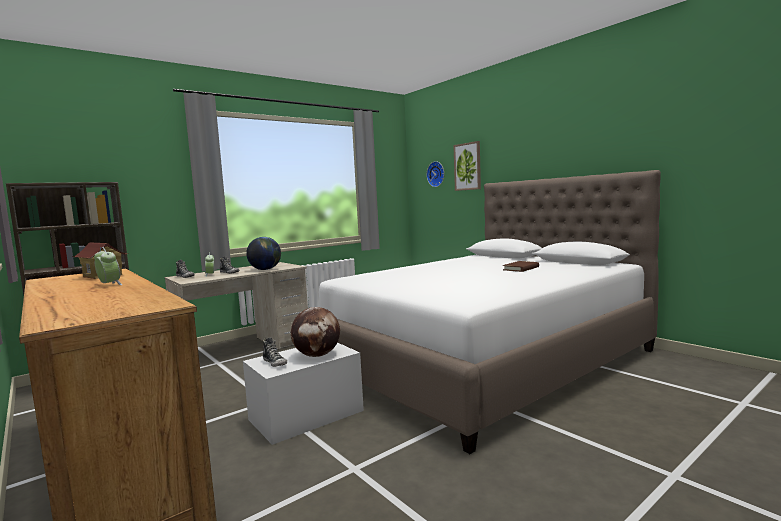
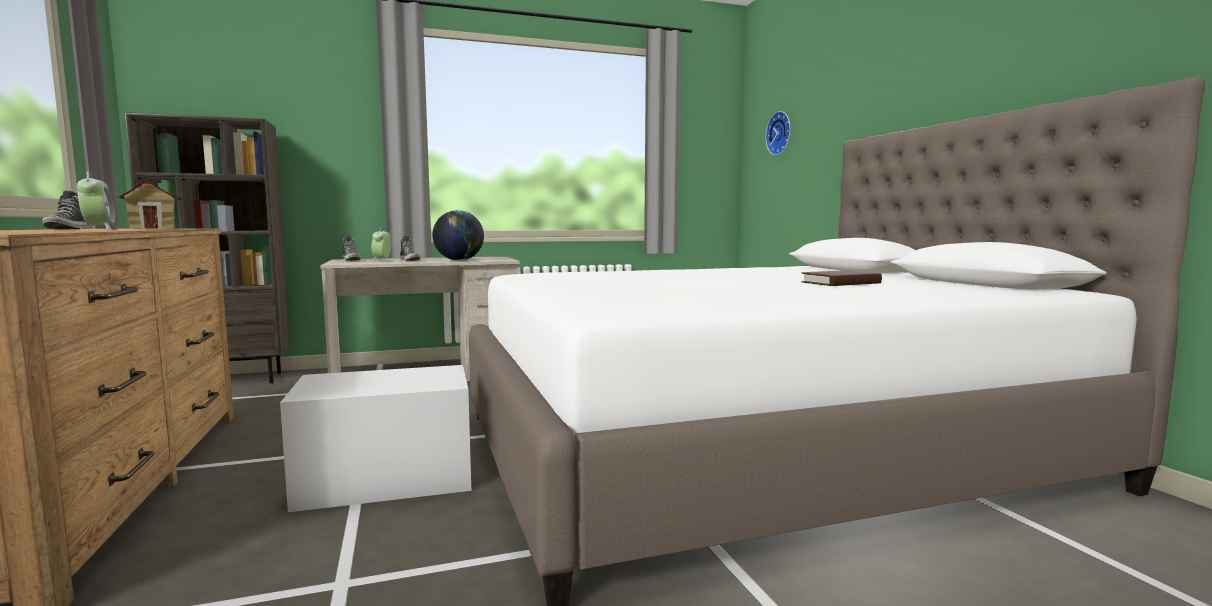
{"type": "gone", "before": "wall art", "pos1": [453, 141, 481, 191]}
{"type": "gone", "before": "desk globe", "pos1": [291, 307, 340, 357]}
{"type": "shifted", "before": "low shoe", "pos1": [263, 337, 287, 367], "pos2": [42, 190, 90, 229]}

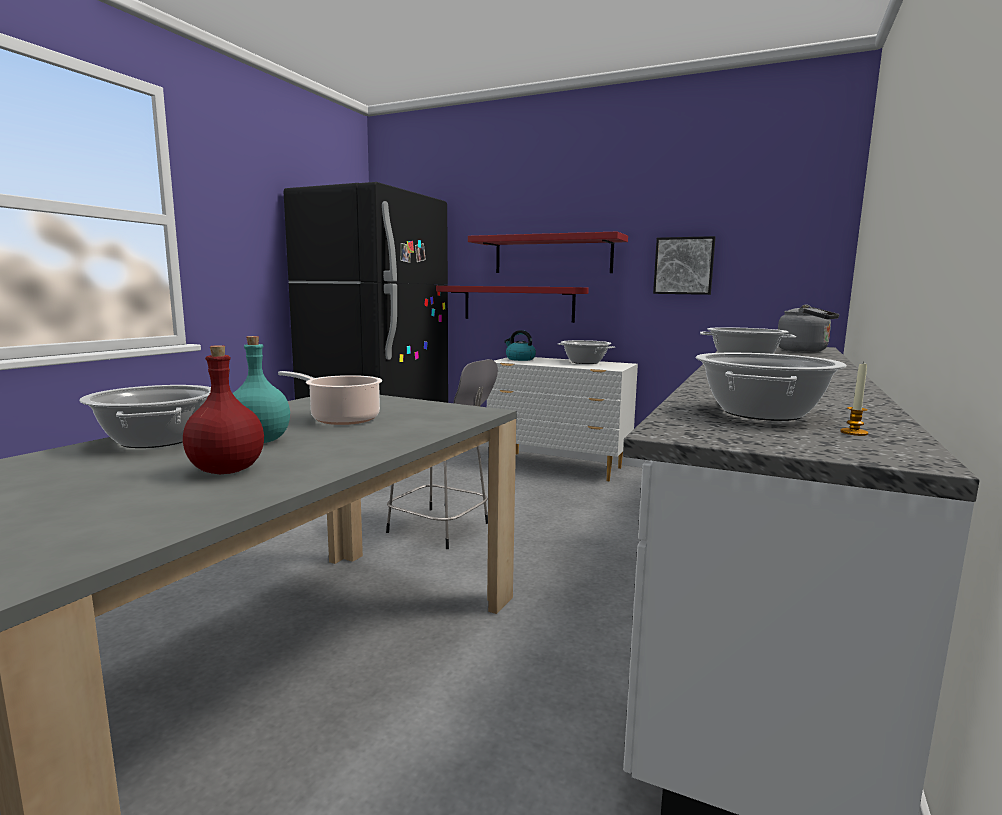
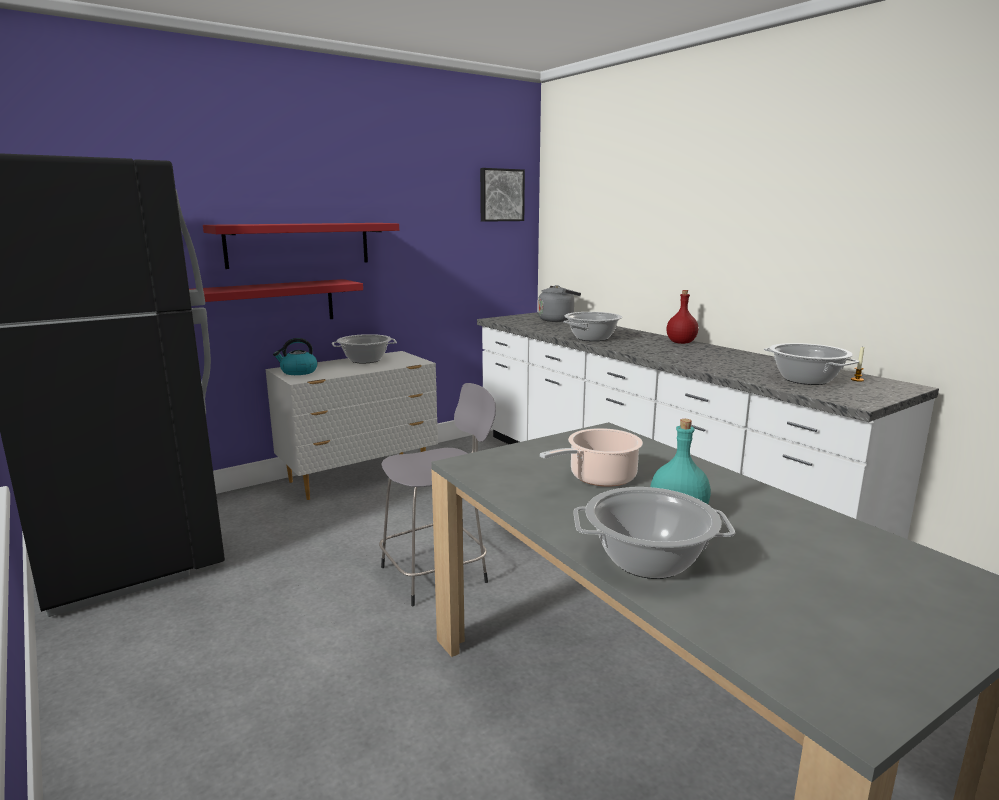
{"type": "shifted", "before": "wall art", "pos1": [653, 236, 716, 295], "pos2": [480, 168, 525, 222]}
{"type": "shifted", "before": "reddish bottle", "pos1": [183, 345, 264, 474], "pos2": [667, 290, 698, 344]}

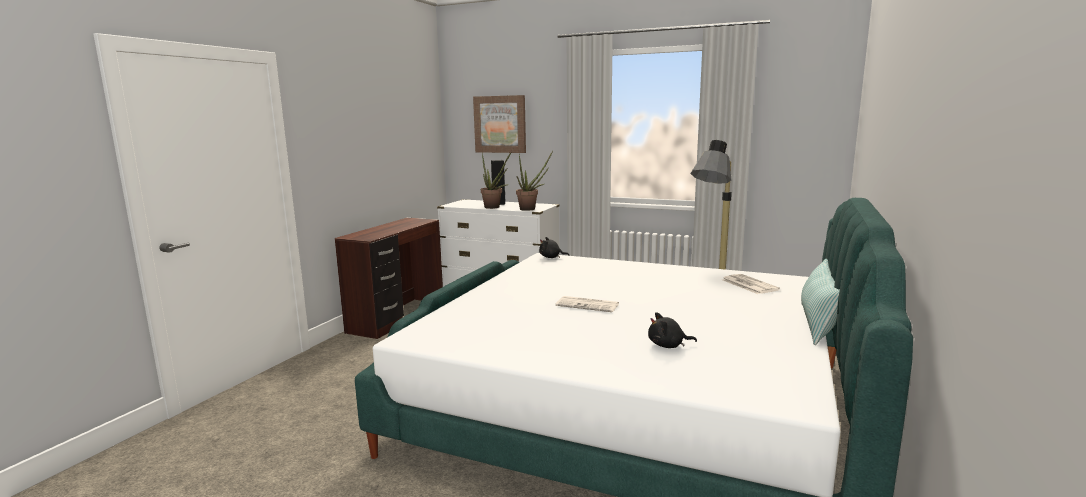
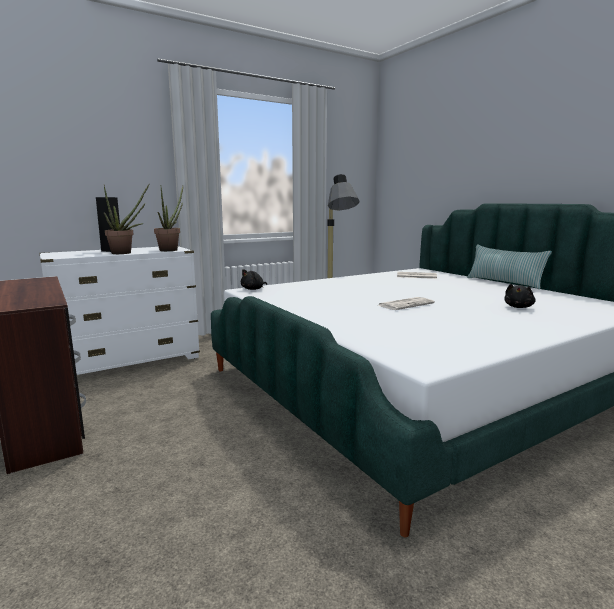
{"type": "gone", "before": "wall art", "pos1": [473, 95, 526, 153]}

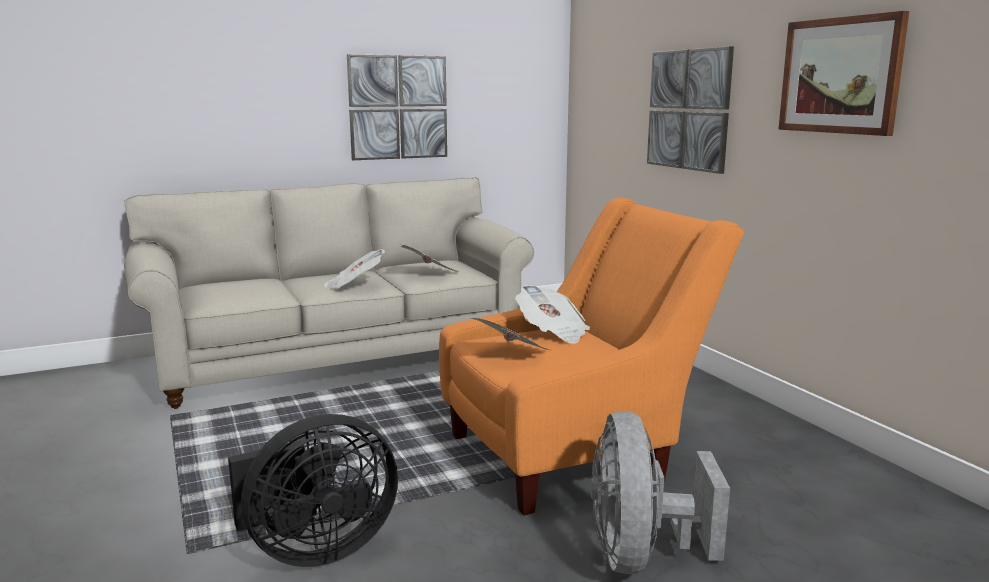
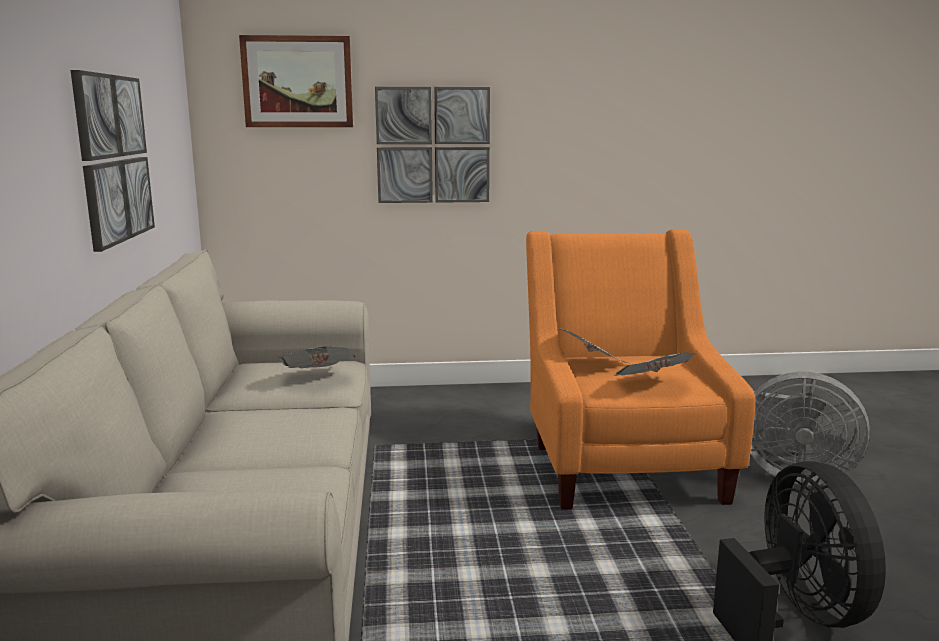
{"type": "shifted", "before": "wall art", "pos1": [778, 11, 909, 136], "pos2": [239, 35, 353, 127]}
{"type": "gone", "before": "daily paper", "pos1": [323, 249, 385, 289]}

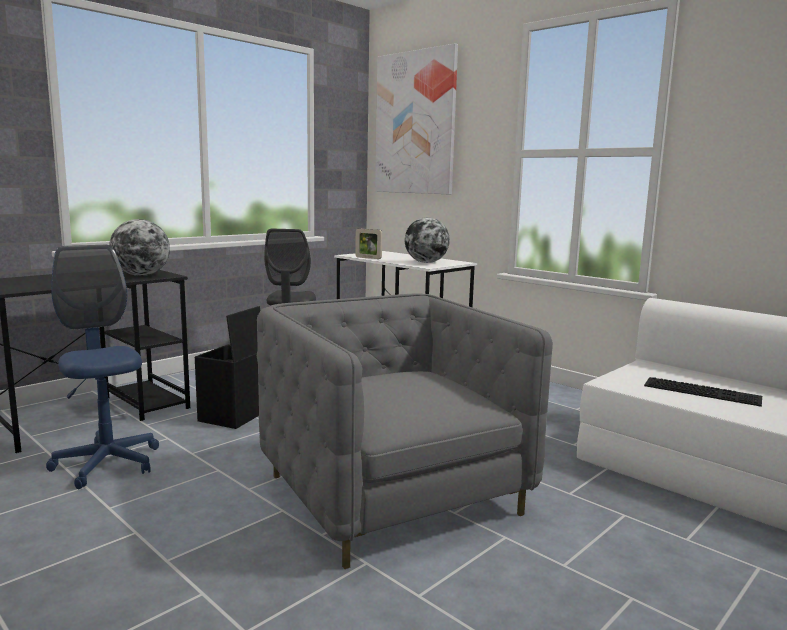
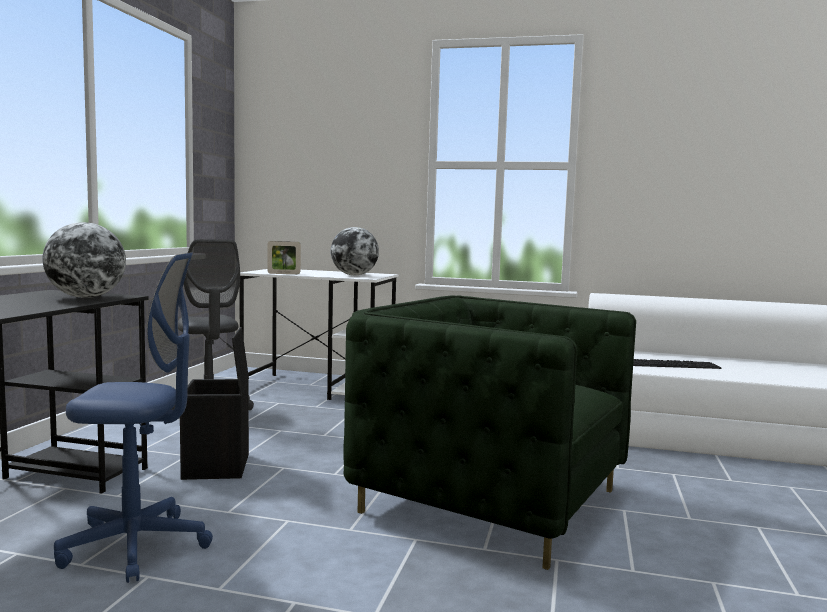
{"type": "gone", "before": "wall art", "pos1": [375, 43, 458, 194]}
{"type": "rotated", "before": "blue-coloured office chair", "pos1": [46, 245, 159, 489], "pos2": [54, 253, 213, 583], "turn": 150}
{"type": "repainted", "before": "gray armchair", "after": "greenish armchair", "pos1": [257, 293, 553, 569], "pos2": [343, 295, 636, 570]}

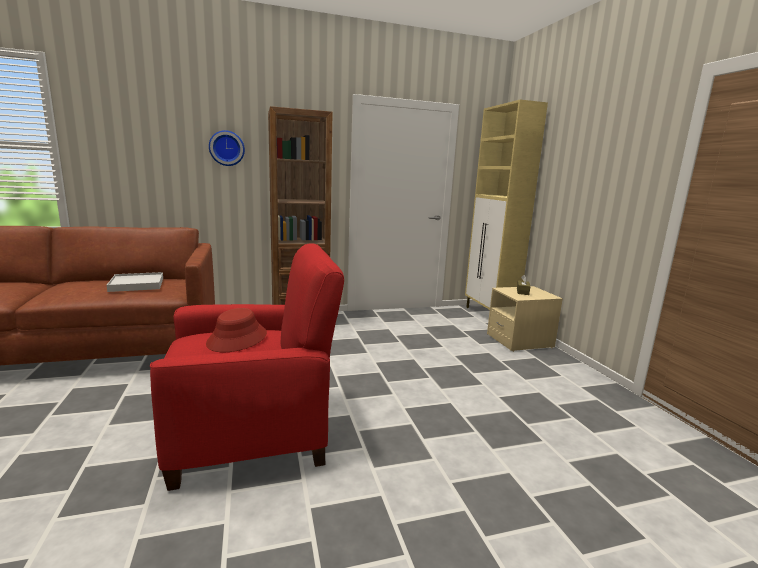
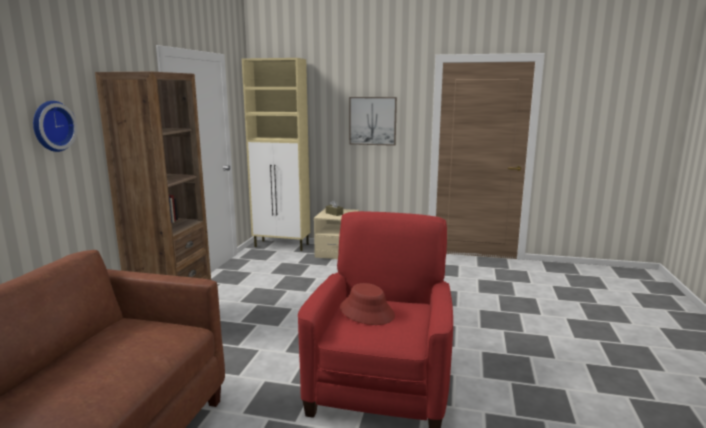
{"type": "gone", "before": "white tray", "pos1": [107, 272, 163, 292]}
{"type": "new", "after": "wall art", "pos2": [349, 97, 397, 146]}

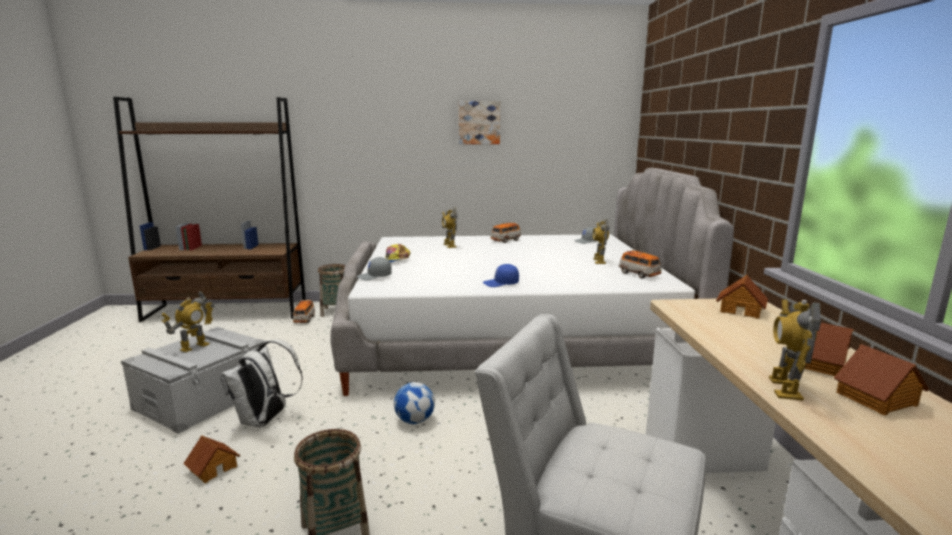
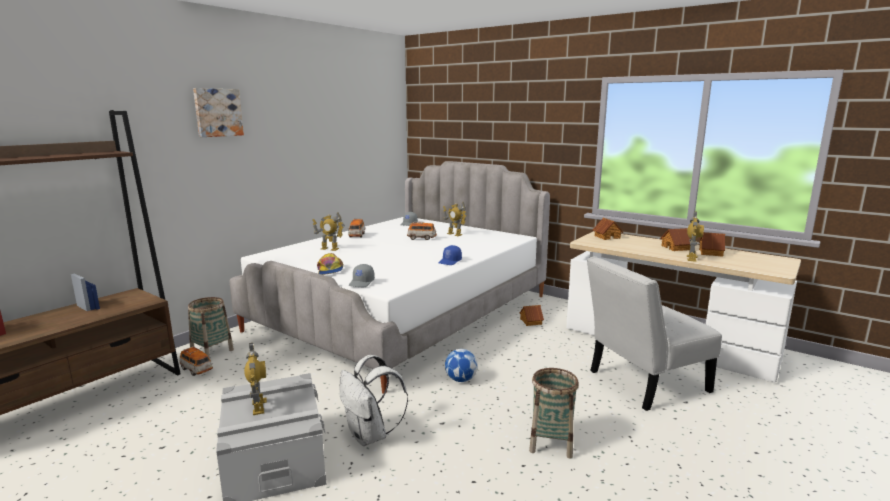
{"type": "shifted", "before": "wall art", "pos1": [458, 101, 500, 144], "pos2": [193, 88, 244, 137]}
{"type": "shifted", "before": "miniature car", "pos1": [619, 249, 662, 278], "pos2": [407, 222, 437, 240]}
{"type": "rotated", "before": "robot figure", "pos1": [769, 299, 821, 401], "pos2": [687, 212, 704, 262], "turn": -120}
{"type": "shifted", "before": "model house", "pos1": [183, 435, 240, 483], "pos2": [520, 305, 544, 326]}

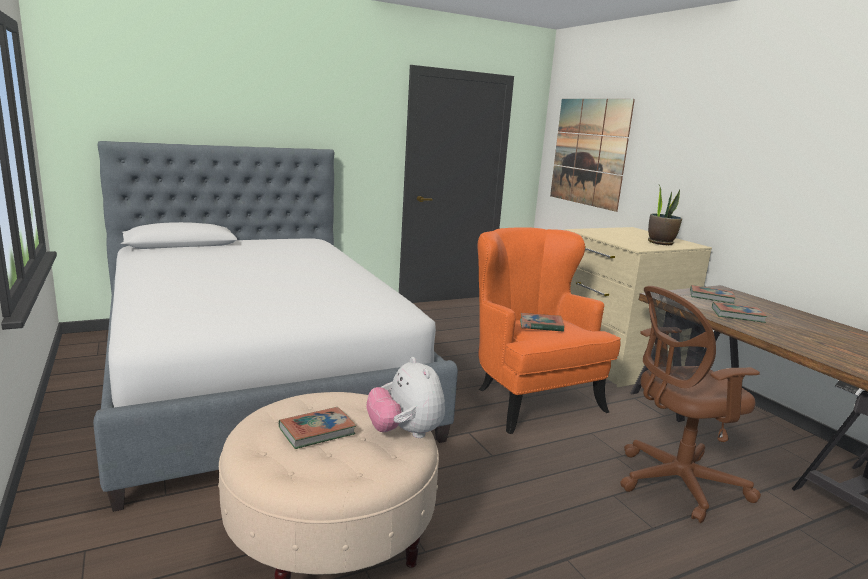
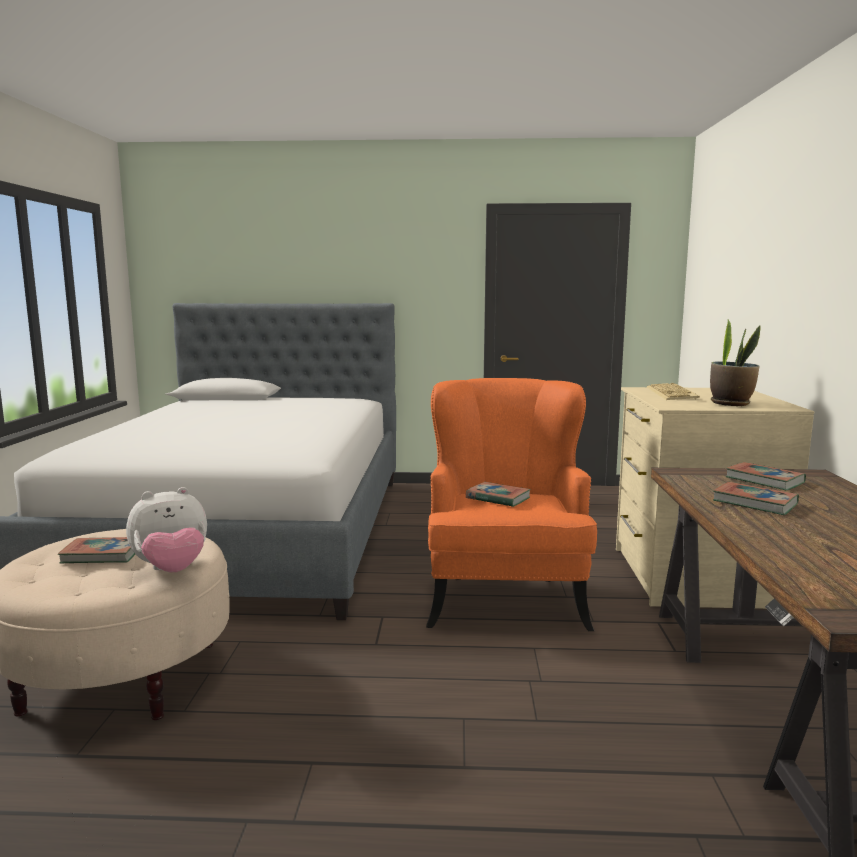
{"type": "gone", "before": "wall art", "pos1": [550, 99, 635, 212]}
{"type": "gone", "before": "brown-coloured office chair", "pos1": [620, 286, 761, 523]}
{"type": "rotated", "before": "plush toy", "pos1": [366, 357, 445, 438], "pos2": [126, 487, 207, 572], "turn": -120}
{"type": "new", "after": "computer keyboard", "pos2": [647, 383, 700, 400]}

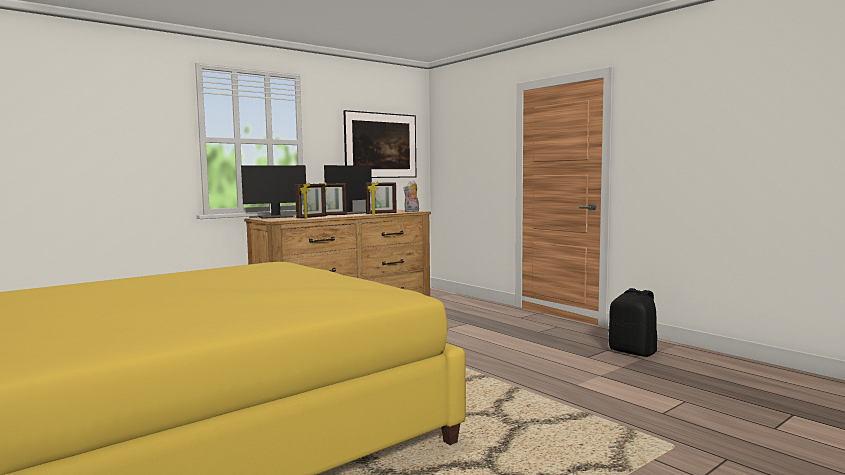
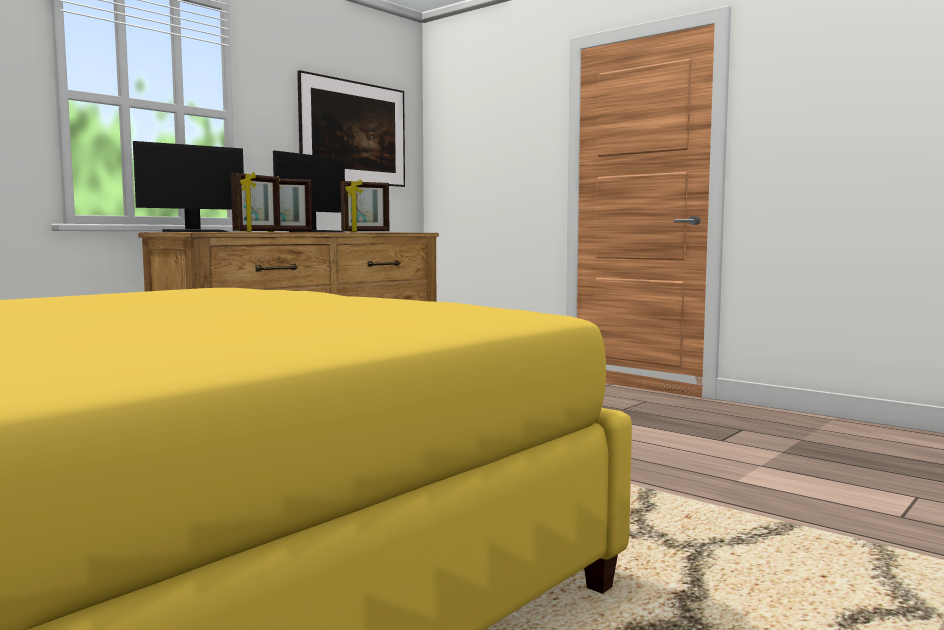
{"type": "gone", "before": "plush toy", "pos1": [403, 181, 419, 212]}
{"type": "gone", "before": "black knapsack", "pos1": [608, 288, 657, 357]}

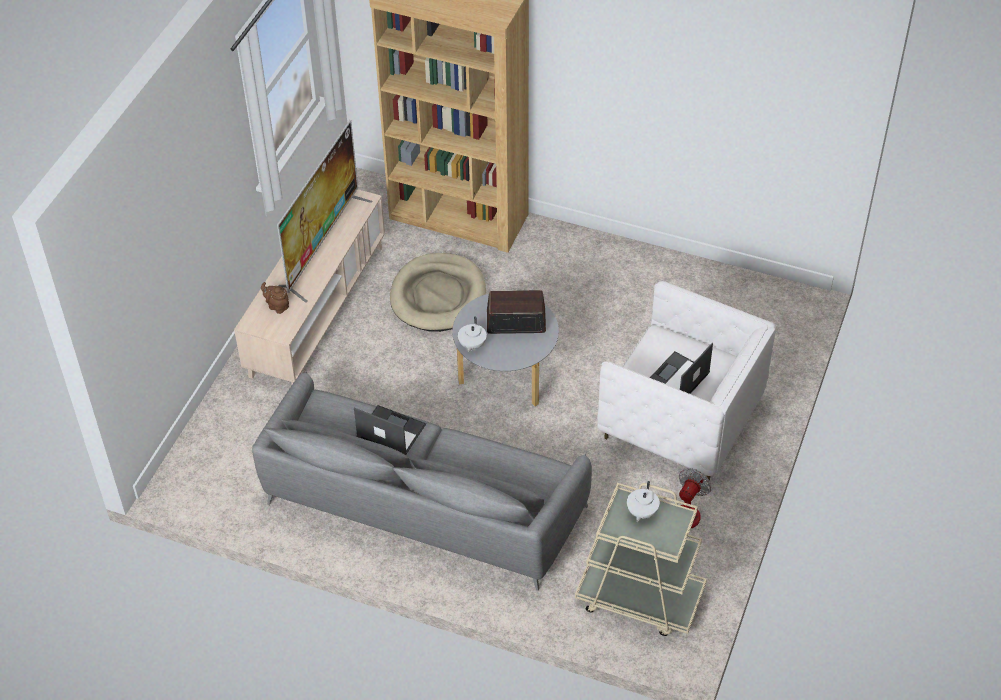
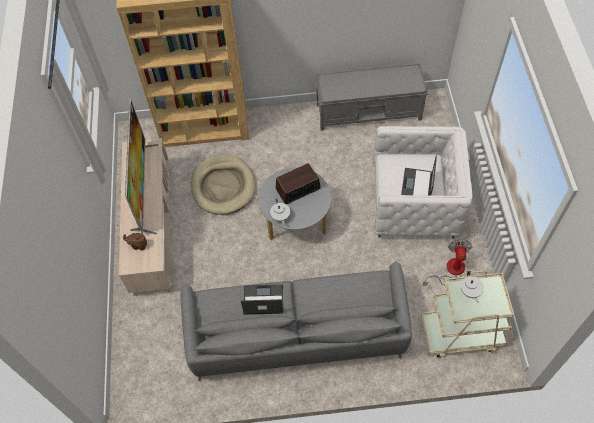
{"type": "new", "after": "gray indoor bench", "pos2": [315, 63, 428, 131]}

